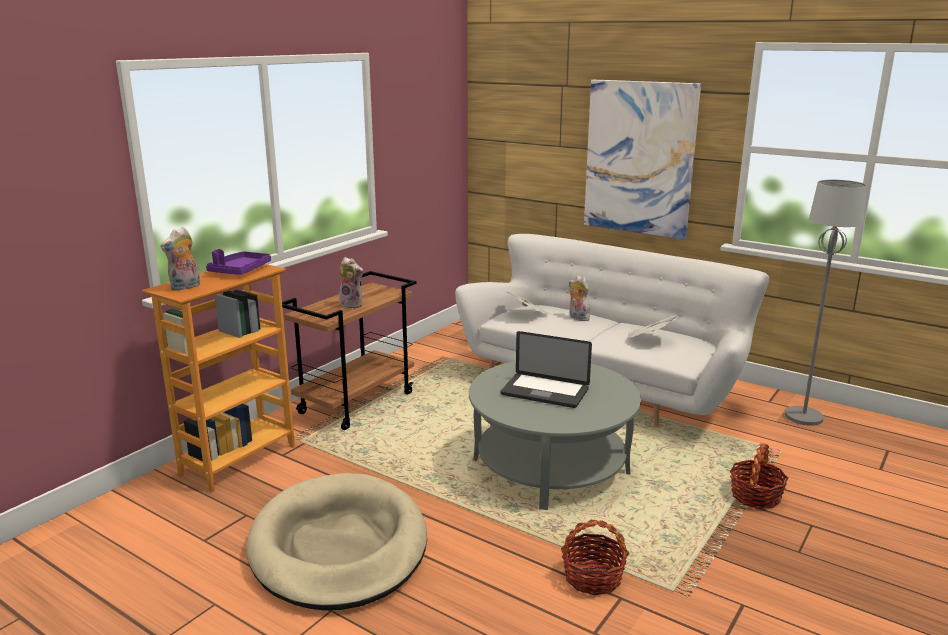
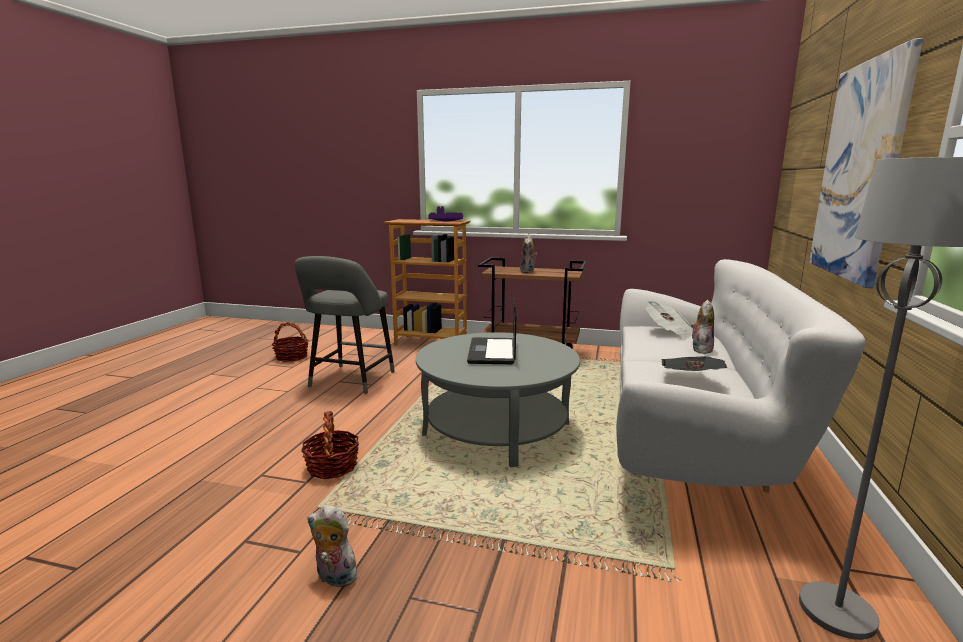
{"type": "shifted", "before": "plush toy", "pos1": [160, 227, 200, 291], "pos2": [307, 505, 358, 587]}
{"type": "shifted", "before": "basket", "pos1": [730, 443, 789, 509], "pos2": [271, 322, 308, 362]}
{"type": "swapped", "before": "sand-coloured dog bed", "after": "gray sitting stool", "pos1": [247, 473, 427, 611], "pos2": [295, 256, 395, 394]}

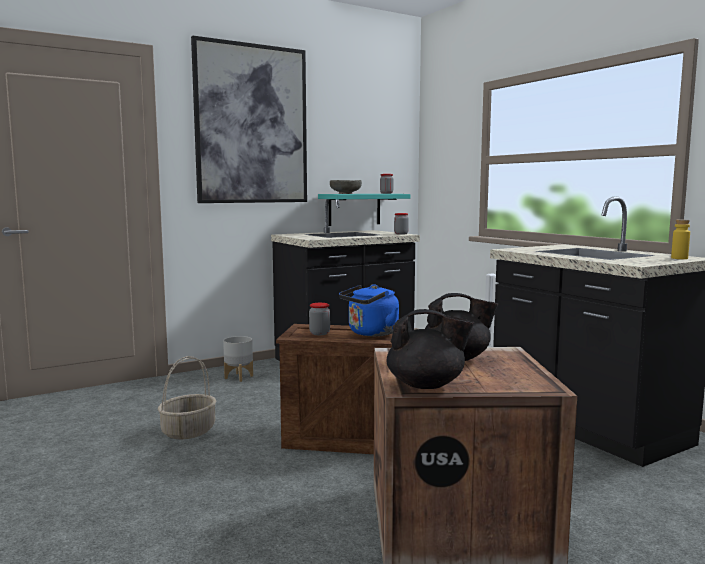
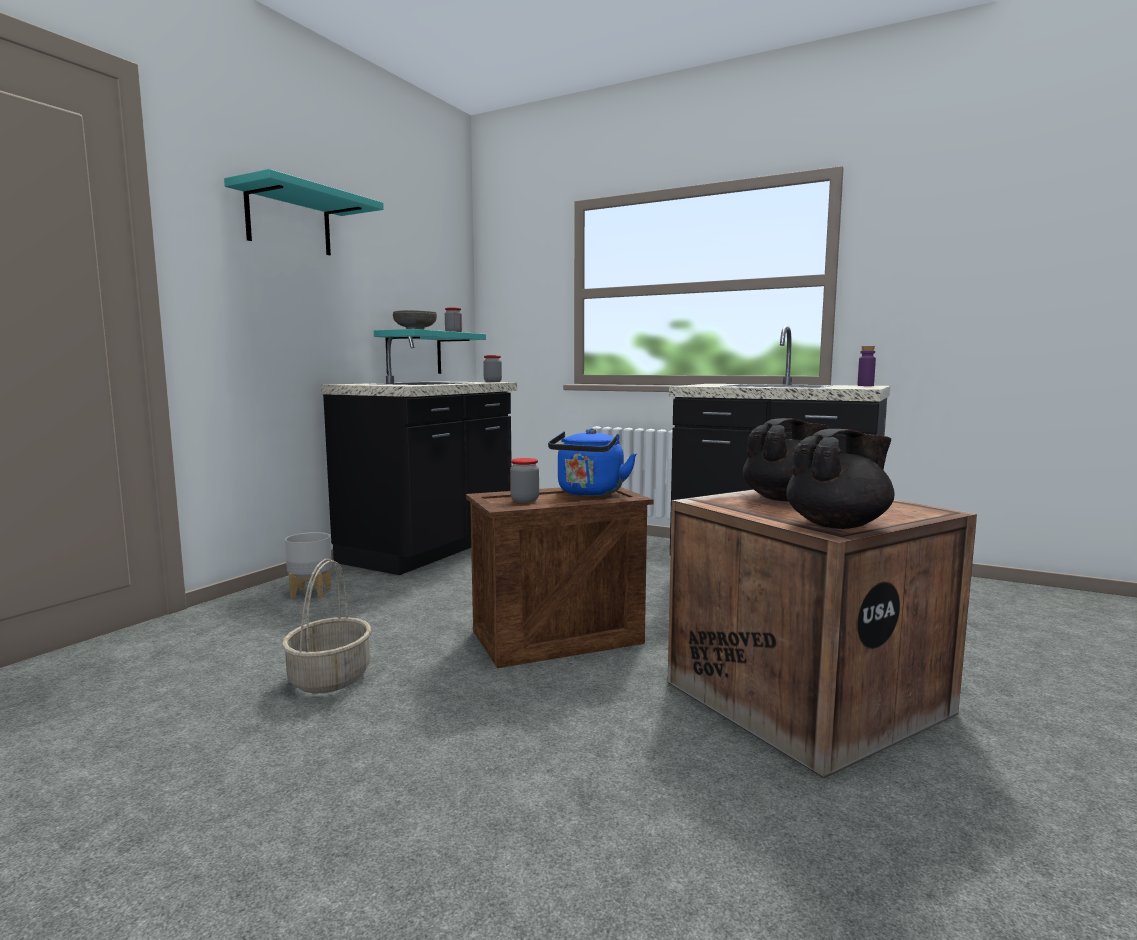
{"type": "swapped", "before": "wall art", "after": "blue-green shelf", "pos1": [191, 36, 307, 203], "pos2": [224, 169, 384, 255]}
{"type": "repainted", "before": "yellowish bottle", "after": "purplish bottle", "pos1": [671, 220, 690, 259], "pos2": [857, 346, 876, 386]}

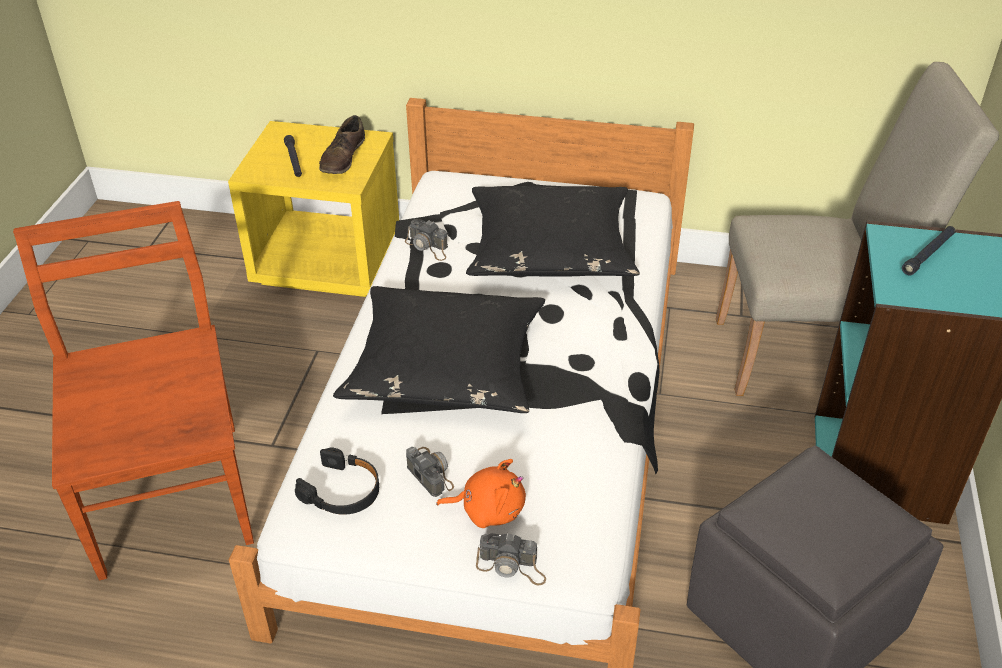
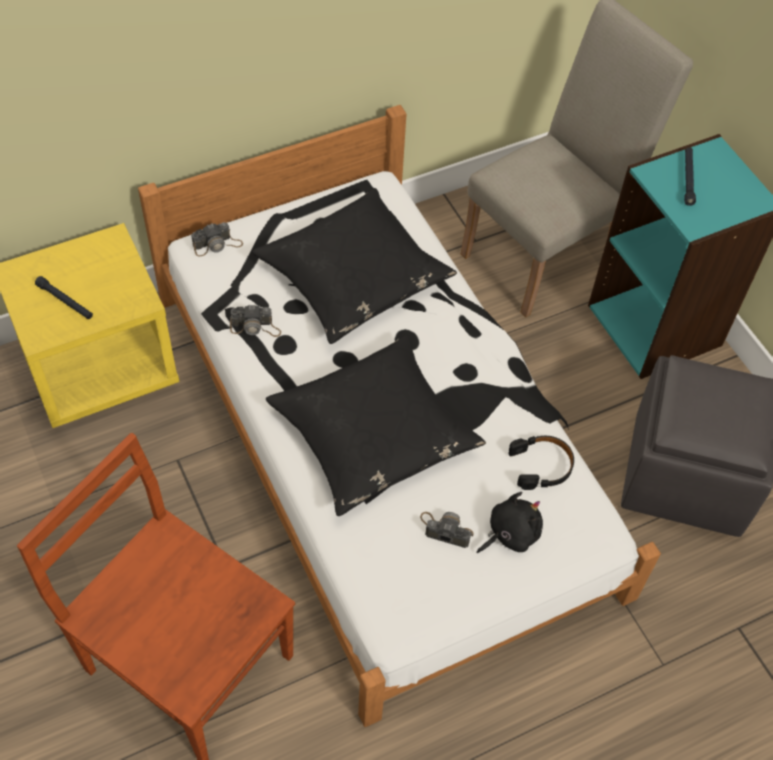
{"type": "gone", "before": "brown-coloured low shoe", "pos1": [319, 115, 365, 174]}
{"type": "shifted", "before": "black pair of headphones", "pos1": [295, 447, 379, 515], "pos2": [508, 436, 574, 490]}
{"type": "repainted", "before": "orange-coloured plush toy", "after": "black plush toy", "pos1": [436, 459, 526, 528], "pos2": [477, 492, 543, 553]}
{"type": "shifted", "before": "photo camera", "pos1": [476, 533, 546, 586], "pos2": [191, 222, 243, 256]}

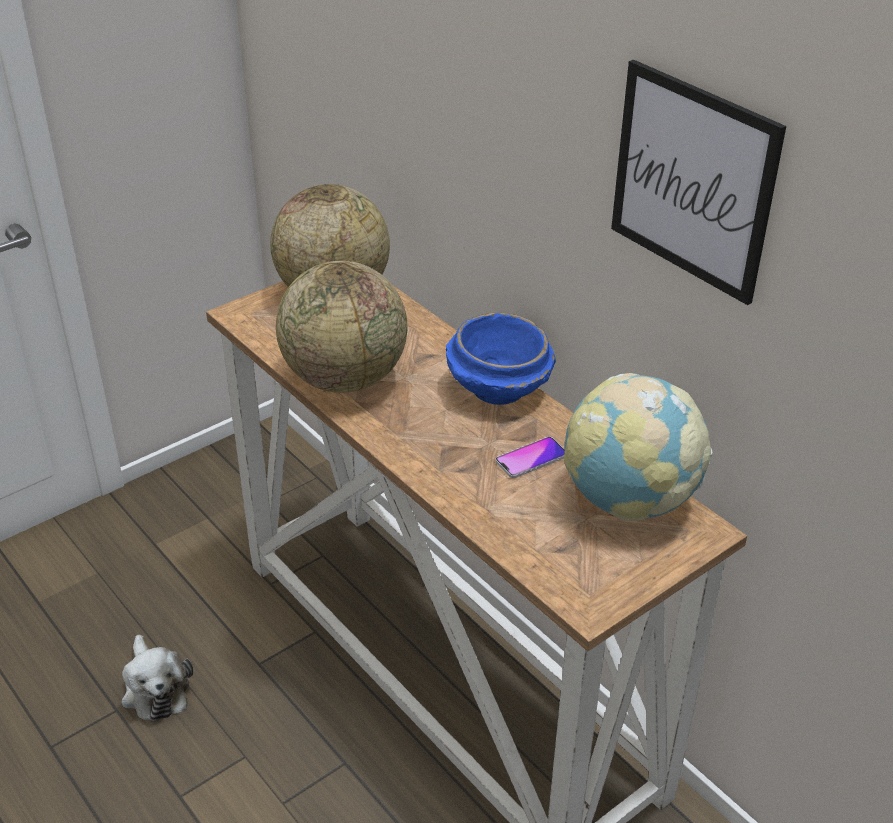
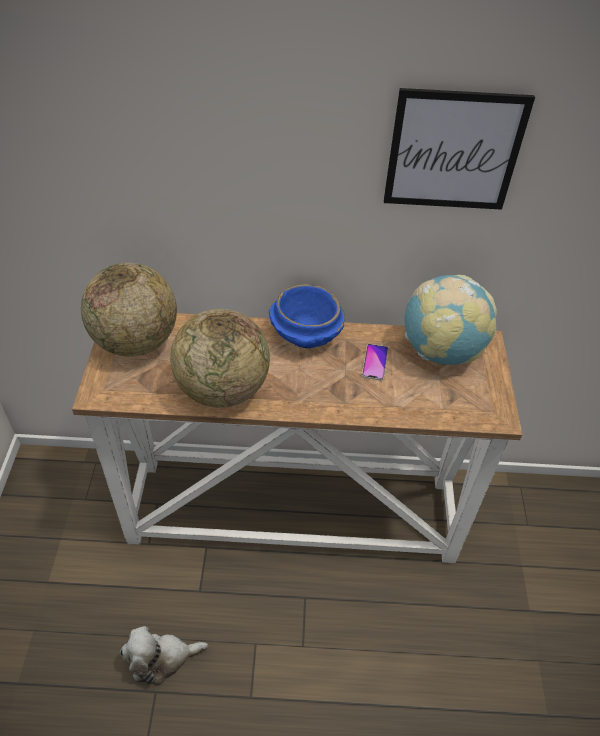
{"type": "rotated", "before": "plush toy", "pos1": [121, 635, 193, 722], "pos2": [120, 626, 208, 685], "turn": 150}

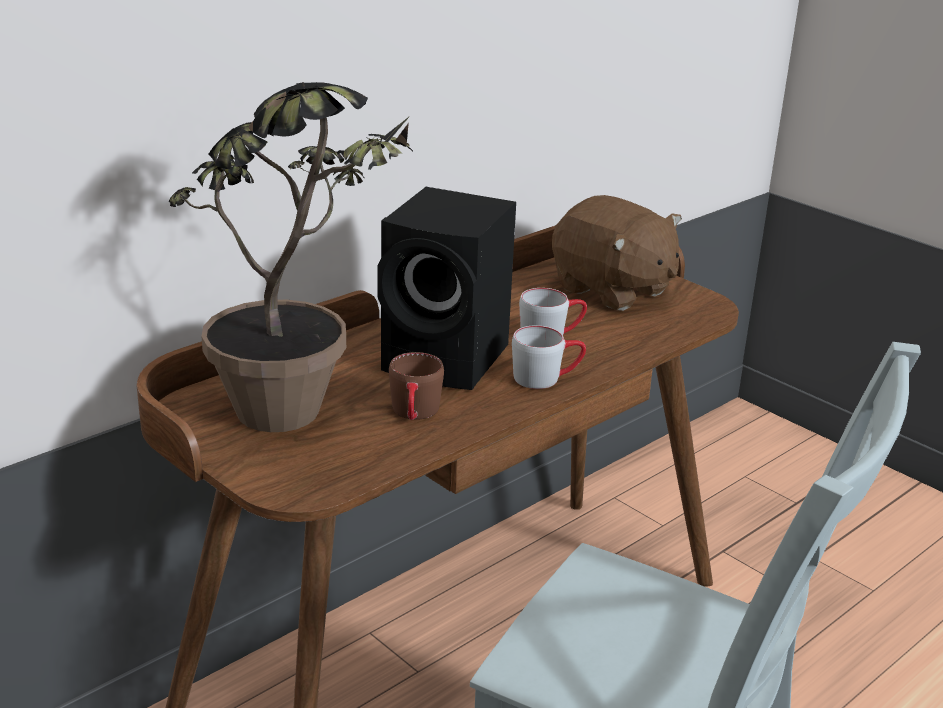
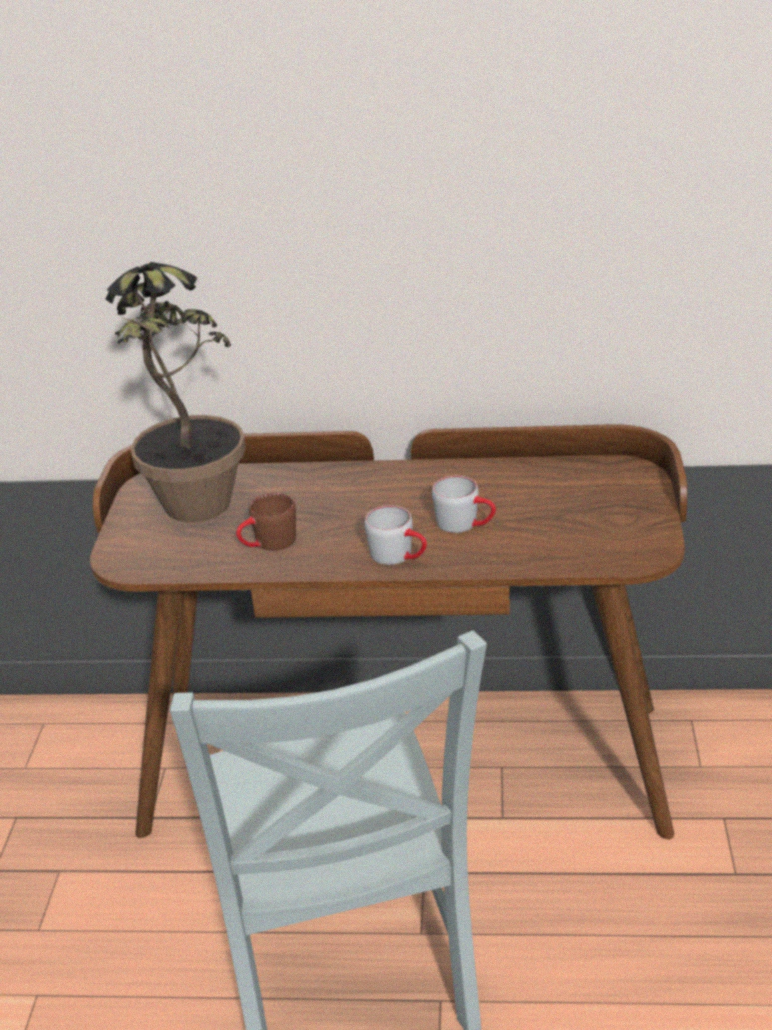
{"type": "gone", "before": "black loudspeaker", "pos1": [378, 187, 516, 390]}
{"type": "gone", "before": "brown-coloured plush toy", "pos1": [552, 195, 682, 311]}

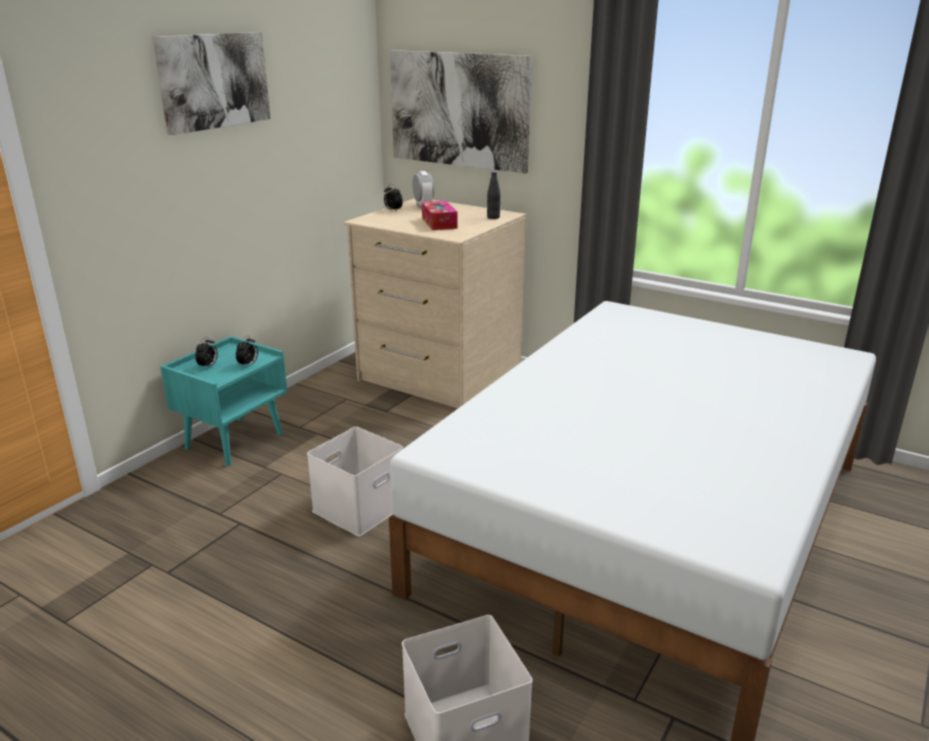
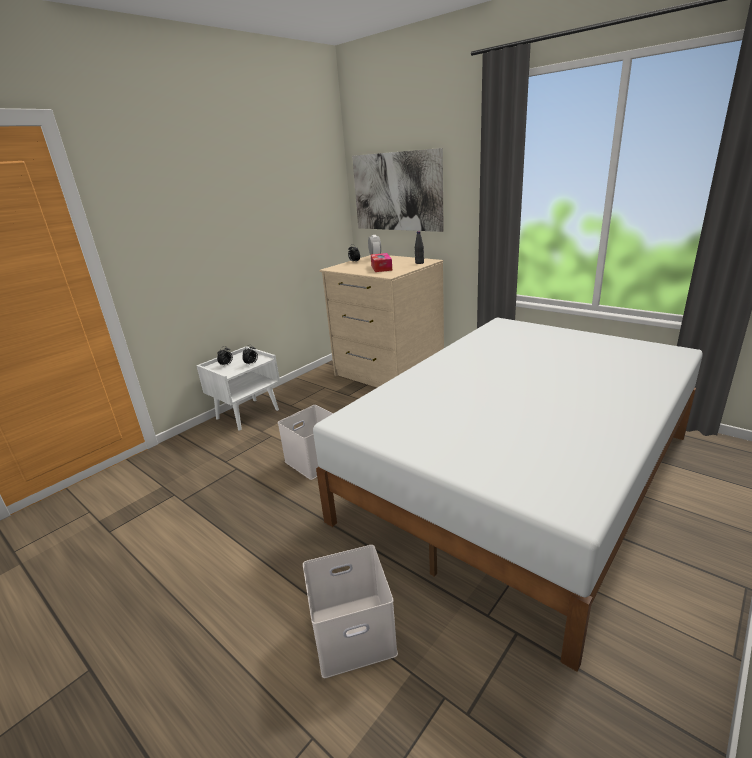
{"type": "gone", "before": "wall art", "pos1": [153, 32, 271, 135]}
{"type": "repainted", "before": "blue-green nightstand", "after": "white nightstand", "pos1": [160, 336, 287, 466], "pos2": [196, 346, 280, 431]}

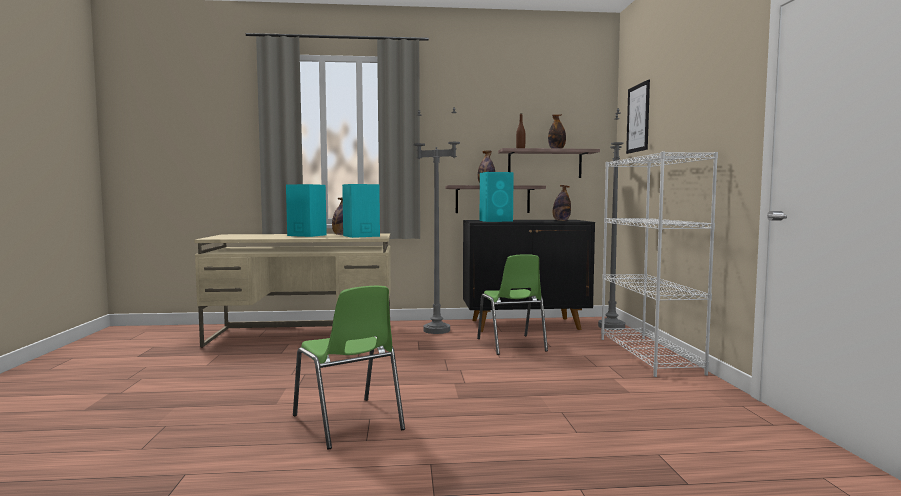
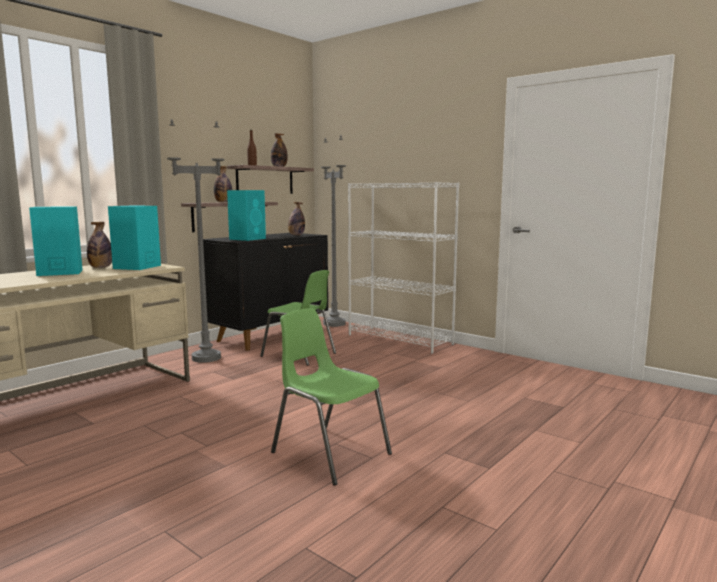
{"type": "gone", "before": "wall art", "pos1": [626, 80, 650, 154]}
{"type": "rotated", "before": "greenish plain chair", "pos1": [293, 286, 405, 450], "pos2": [271, 309, 392, 486], "turn": -150}

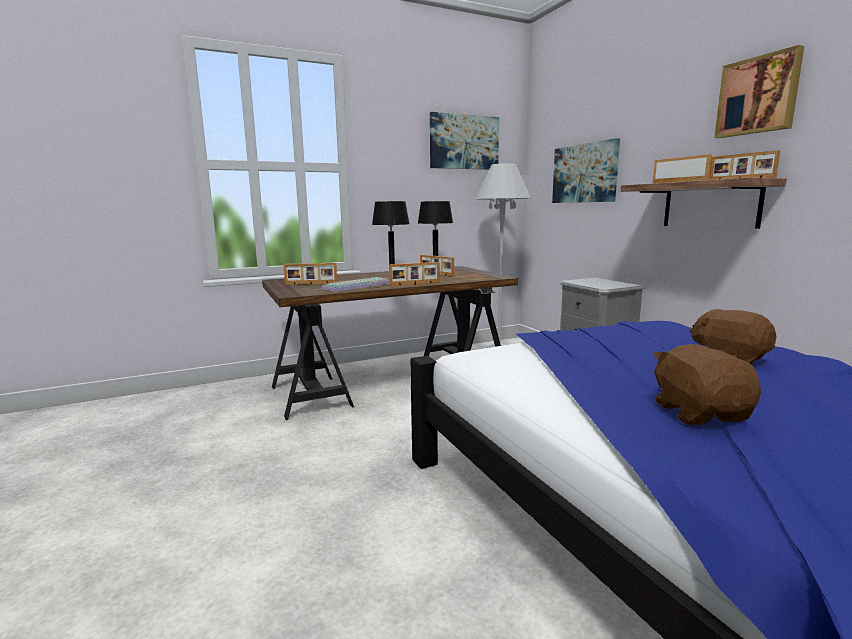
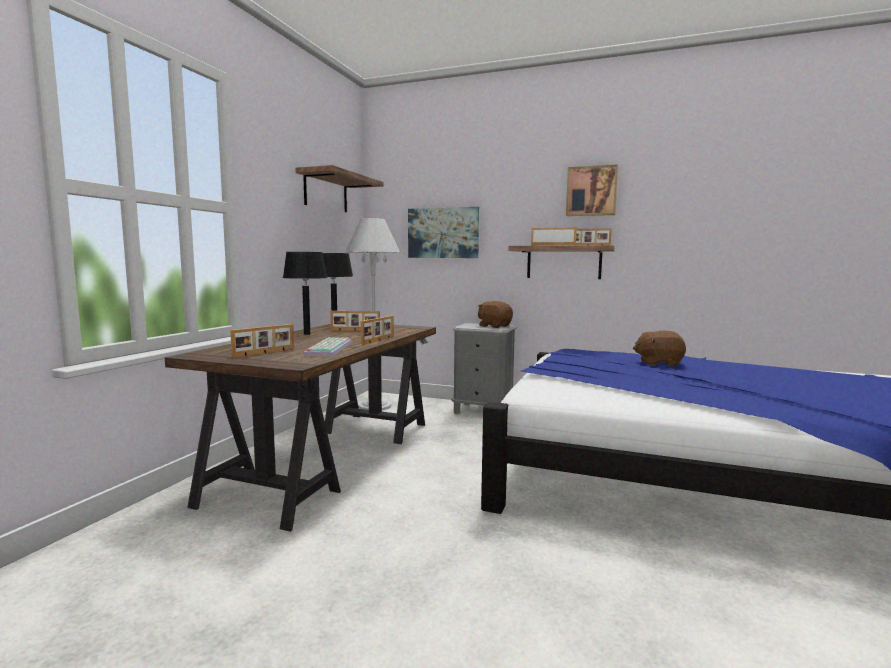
{"type": "swapped", "before": "wall art", "after": "shelf", "pos1": [430, 112, 499, 170], "pos2": [295, 165, 384, 212]}
{"type": "shifted", "before": "brown-coloured plush toy", "pos1": [653, 344, 761, 425], "pos2": [478, 301, 513, 328]}

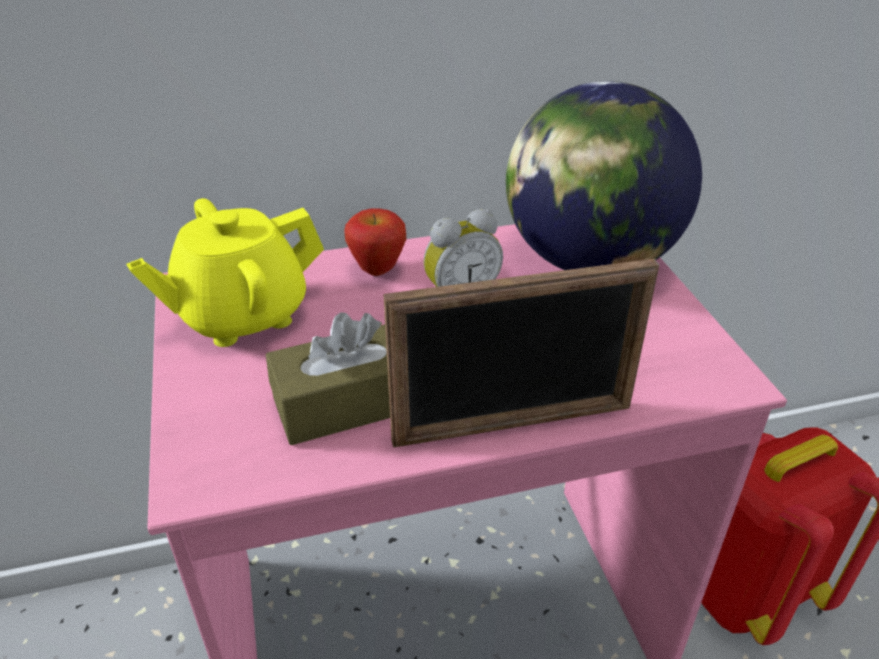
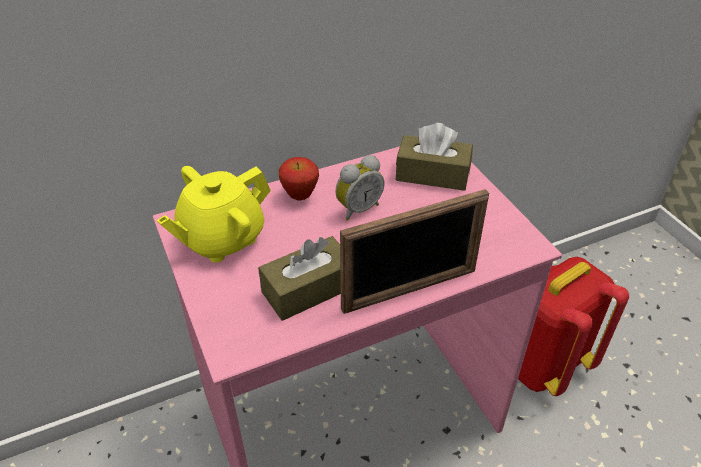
{"type": "swapped", "before": "desk globe", "after": "brown-coloured tissue holder", "pos1": [506, 81, 702, 270], "pos2": [396, 123, 473, 191]}

